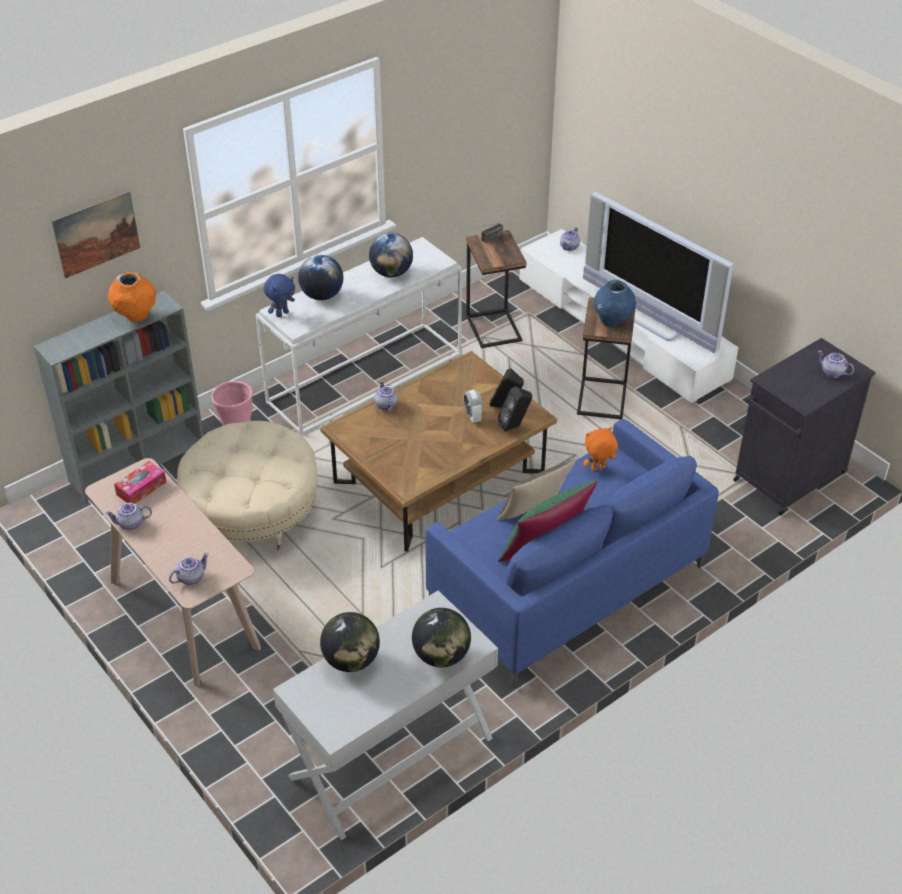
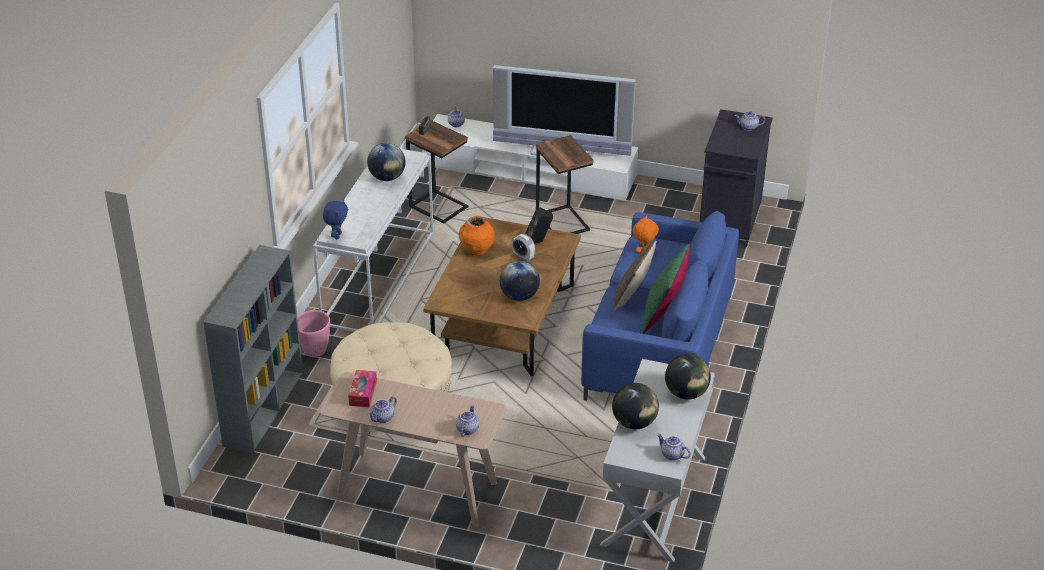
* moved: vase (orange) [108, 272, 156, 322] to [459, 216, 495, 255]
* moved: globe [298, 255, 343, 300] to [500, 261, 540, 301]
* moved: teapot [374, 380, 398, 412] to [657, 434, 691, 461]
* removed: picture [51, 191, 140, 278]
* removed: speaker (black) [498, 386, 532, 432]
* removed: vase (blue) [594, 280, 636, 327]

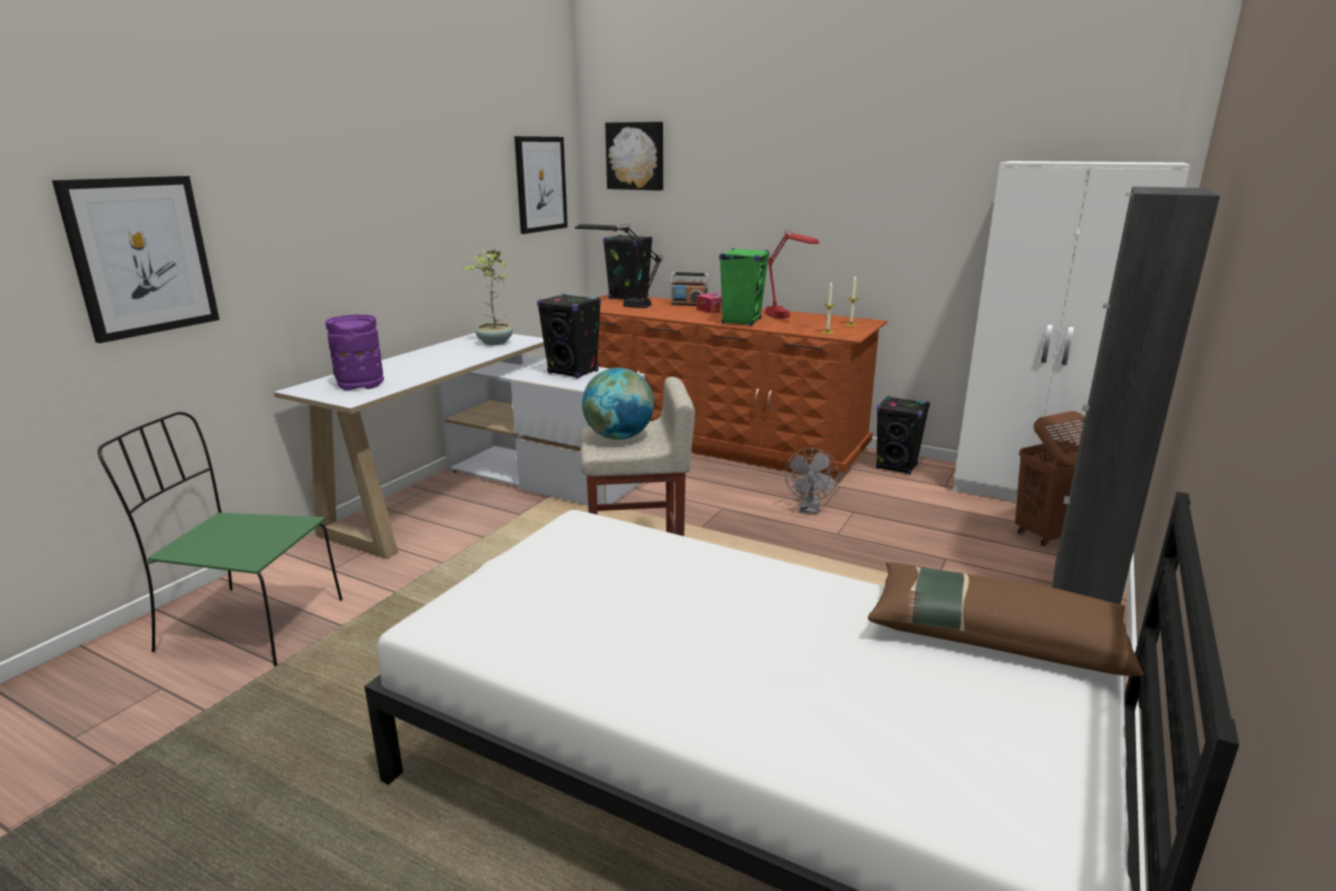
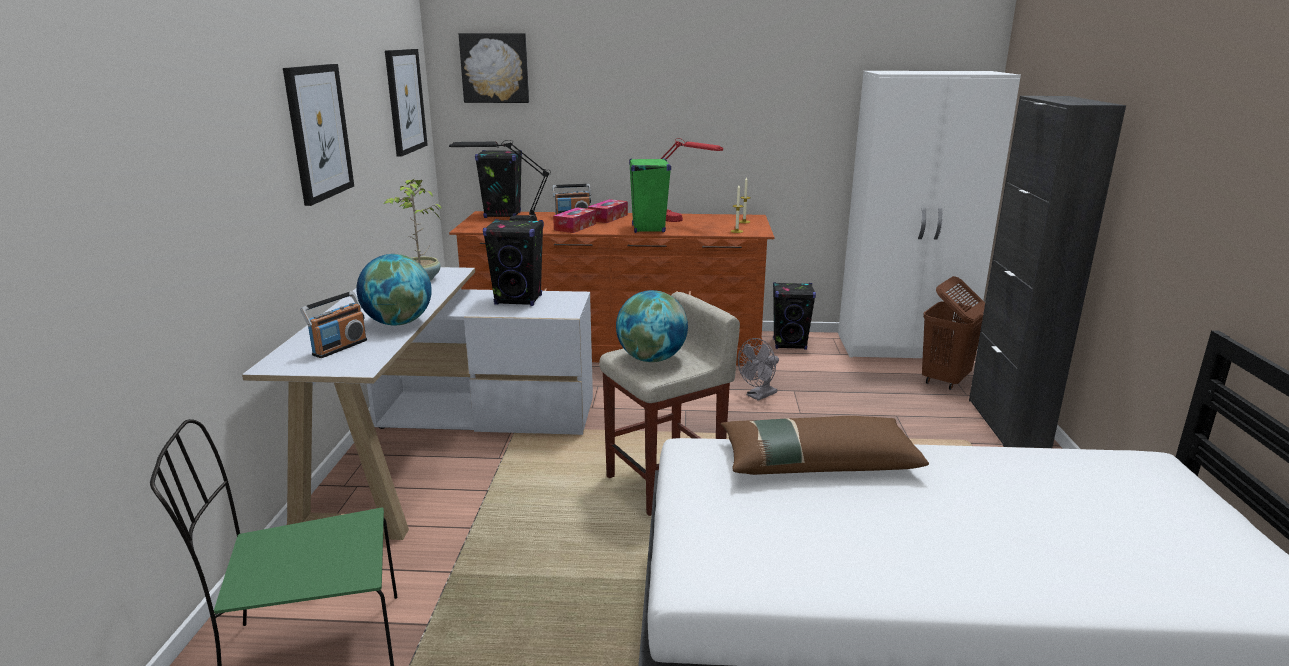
* moved: picture [52, 176, 220, 343] to [283, 64, 354, 206]
* replaced: vase (purple) [325, 314, 384, 391] to radio [300, 291, 367, 358]
* added: globe [356, 254, 432, 325]
* added: tissue box [553, 208, 596, 233]
* moved: pillow (brown) [868, 562, 1143, 676] to [721, 416, 929, 475]
* turned: fan (grey) [785, 448, 839, 514] = [738, 338, 779, 401] 60 degrees clockwise

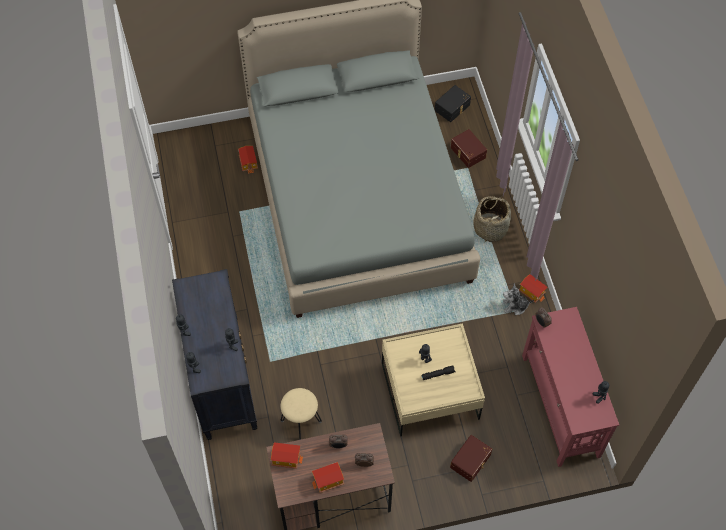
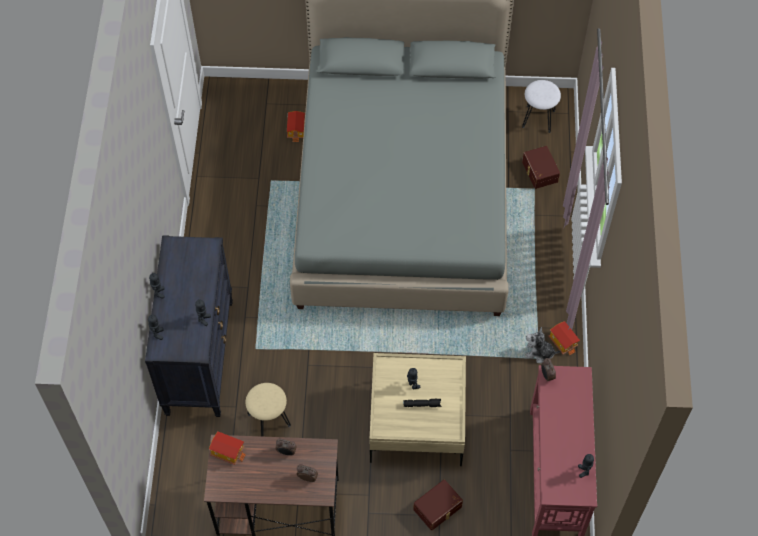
* replaced: storage box (black) [435, 85, 471, 122] to stool (white) [522, 80, 561, 133]
* removed: toy house [312, 462, 344, 493]
* removed: basket [474, 196, 511, 242]

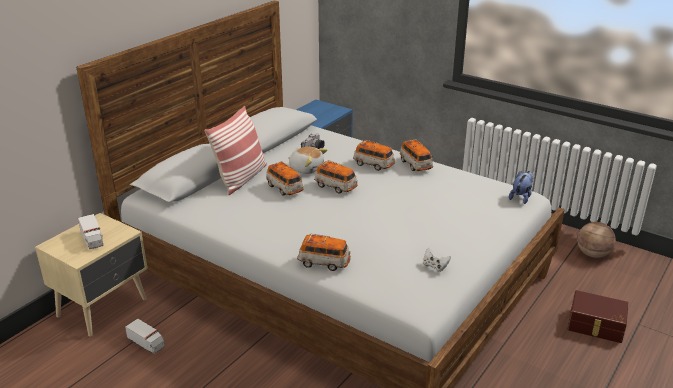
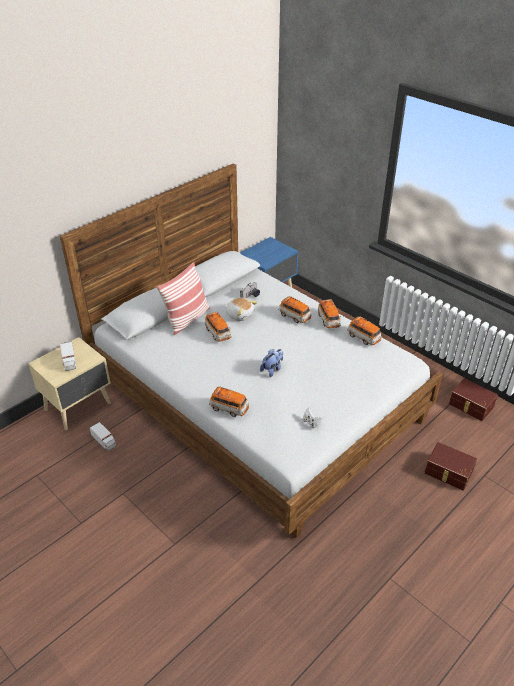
* moved: plush toy [509, 171, 534, 204] to [260, 349, 283, 377]
* moved: toy car [314, 160, 358, 194] to [347, 317, 382, 345]
* replaced: basketball [577, 222, 616, 258] to storage box (brown) [449, 378, 498, 421]

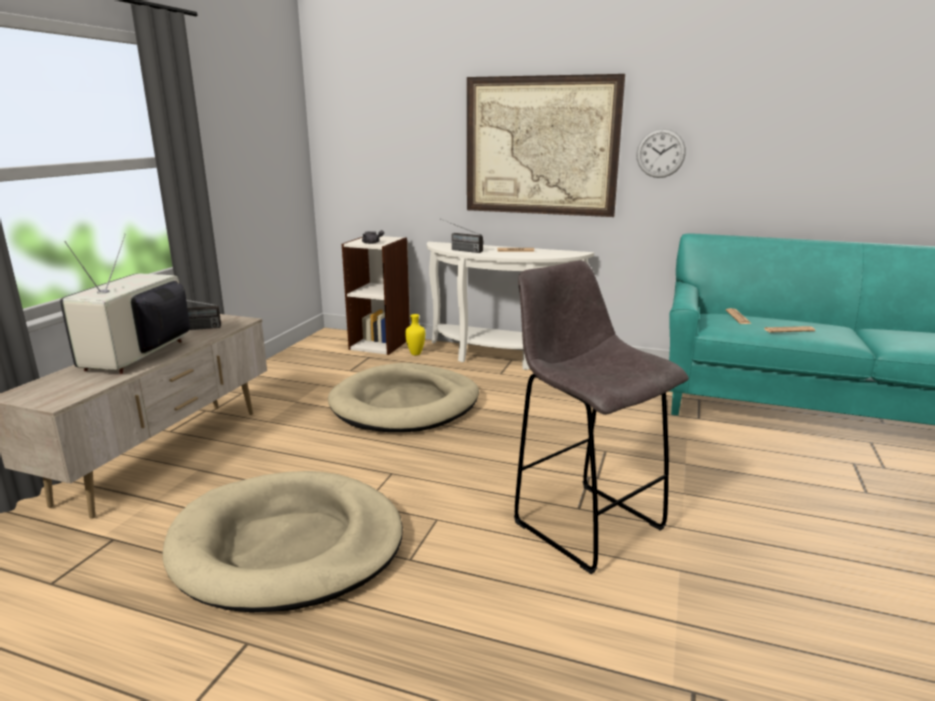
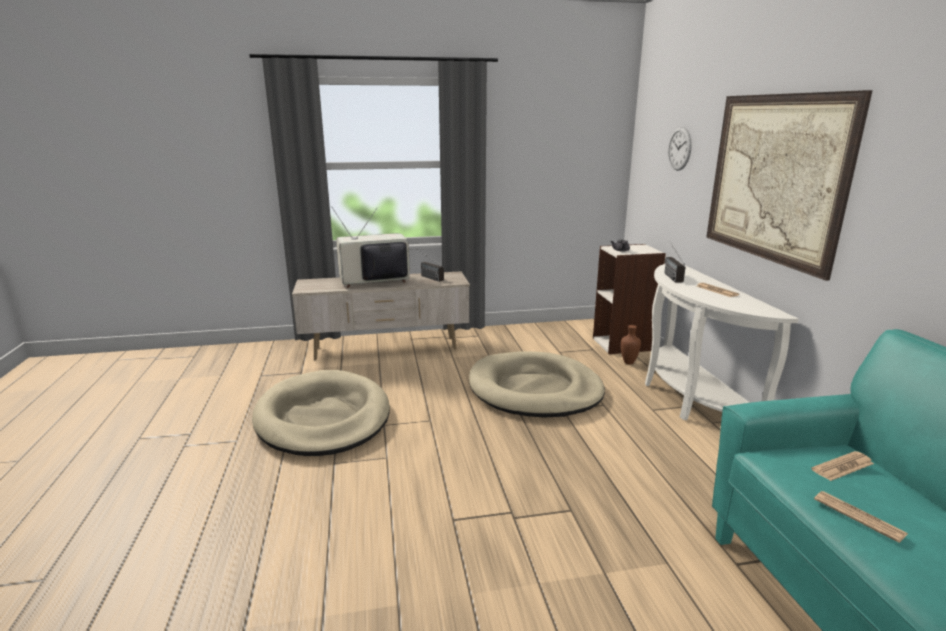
* recoloured: vase (yellow) [405, 314, 425, 355] to vase (brown) [621, 325, 641, 365]
* moved: wall clock [636, 128, 686, 178] to [668, 127, 692, 171]
* removed: stool (grey) [514, 260, 689, 574]

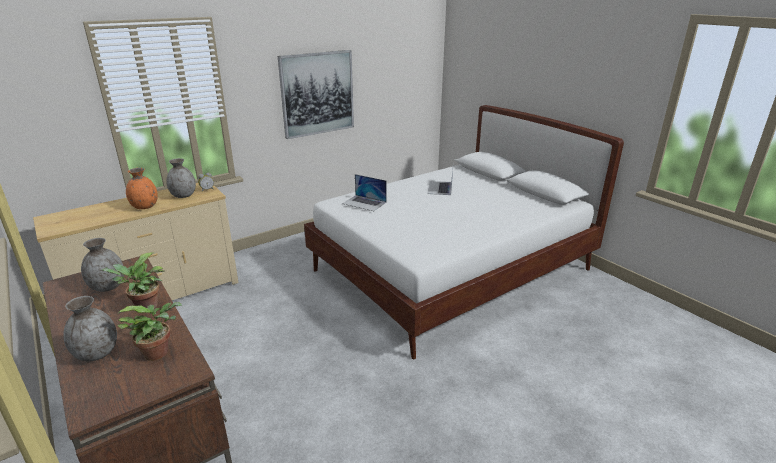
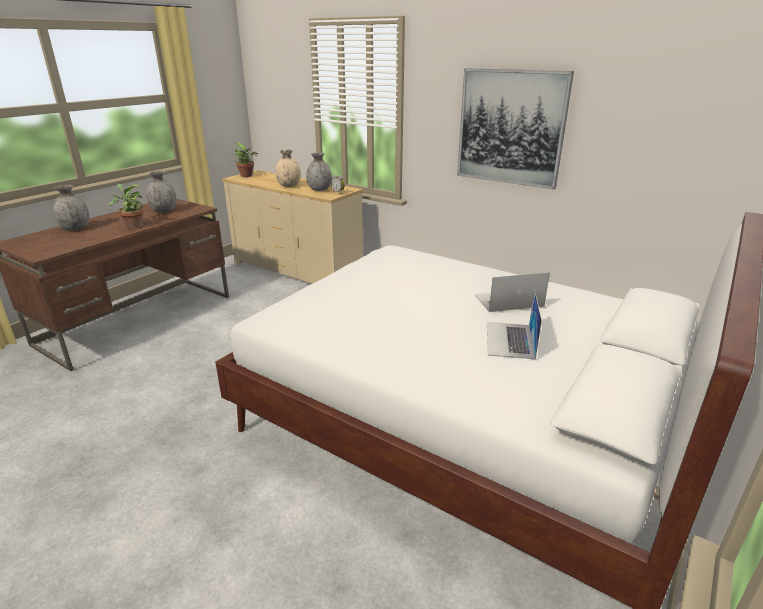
* moved: potted plant [117, 302, 183, 361] to [234, 142, 258, 177]
* recoloured: vase (orange) [126, 168, 158, 209] to vase (beige) [276, 150, 301, 187]
* moved: laptop [342, 174, 387, 211] to [487, 290, 542, 360]

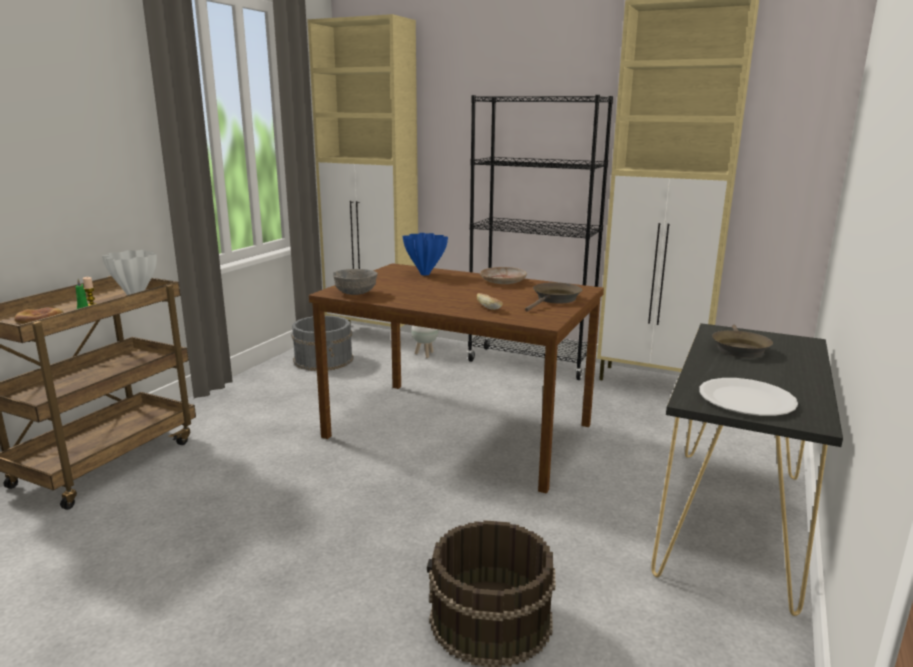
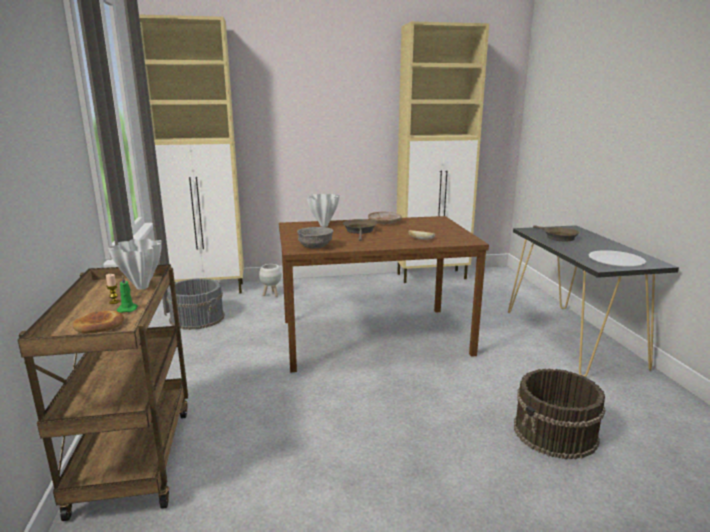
* recoloured: vase (blue) [402, 233, 448, 275] to vase (white) [307, 194, 340, 227]
* moved: frying pan (brown) [525, 282, 582, 311] to [343, 219, 377, 241]
* removed: bookcase (black) [467, 95, 613, 380]

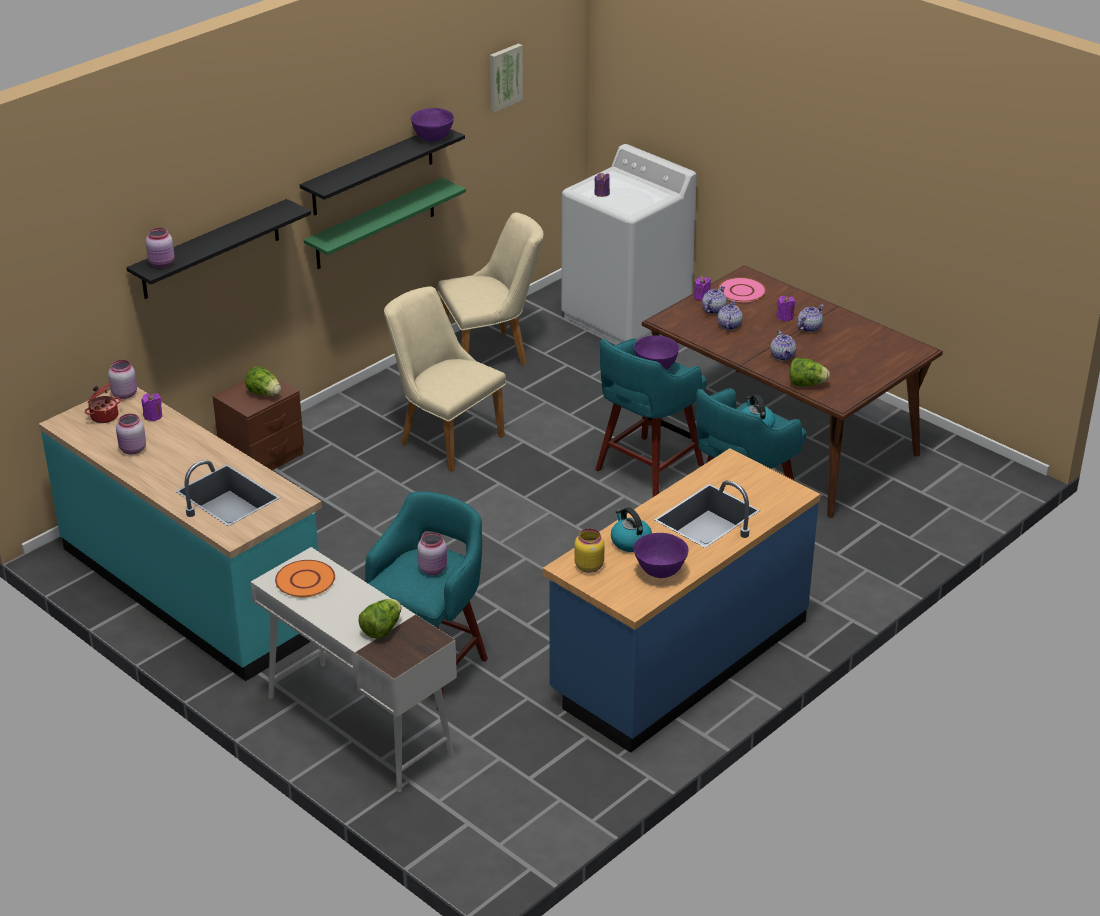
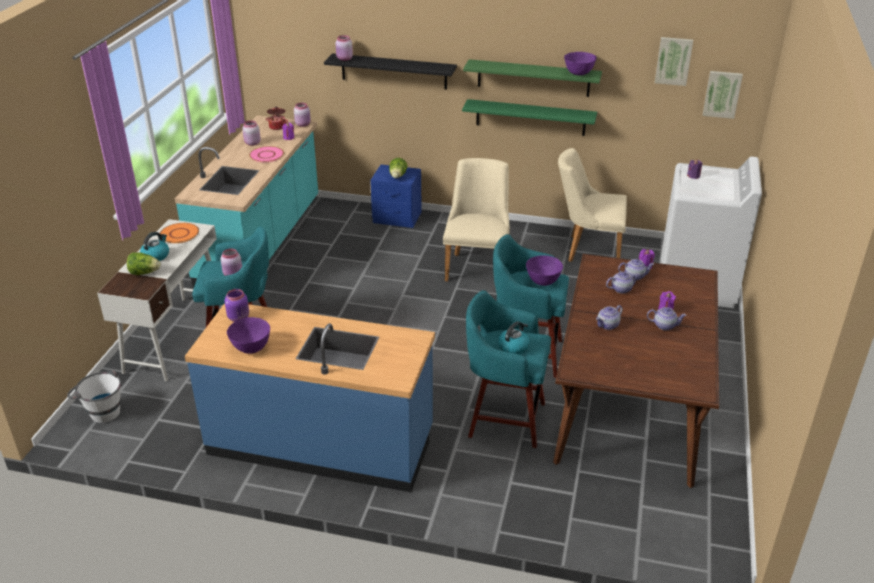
* added: bucket (white) [67, 370, 121, 423]
* moved: kettle [611, 507, 652, 552] to [140, 232, 169, 261]
* recoloured: jar (yellow) [574, 529, 605, 573] to jar (purple) [225, 289, 249, 322]
* moved: plate (pink) [718, 277, 766, 302] to [249, 146, 284, 162]
* recoloured: nightstand (brown) [213, 378, 304, 470] to nightstand (blue) [370, 164, 422, 228]
* recoloured: shelf (black) [300, 129, 465, 216] to shelf (green) [463, 59, 602, 97]
* turned: chair (beige) [438, 212, 544, 366] = [558, 148, 627, 262] 150 degrees clockwise
* added: picture [703, 71, 743, 119]
* removed: lettuce [789, 358, 830, 387]

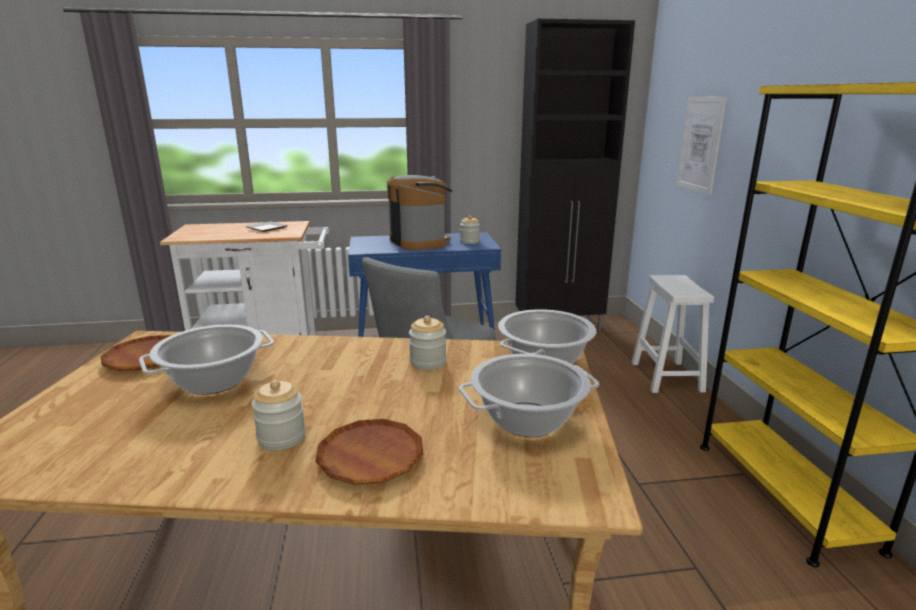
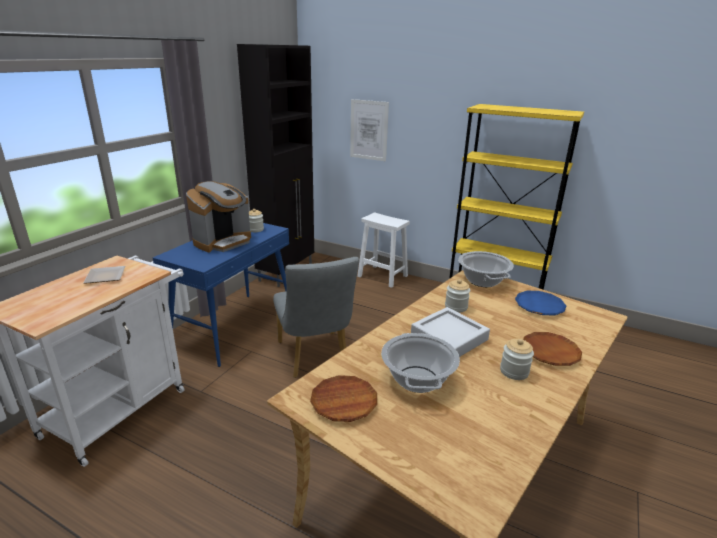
* turned: coffee machine [387, 175, 452, 250] = [186, 181, 251, 253] 120 degrees clockwise
* added: tray (grey) [411, 307, 490, 357]
* replaced: cooking pot [459, 354, 599, 437] to plate (blue) [515, 291, 566, 316]

